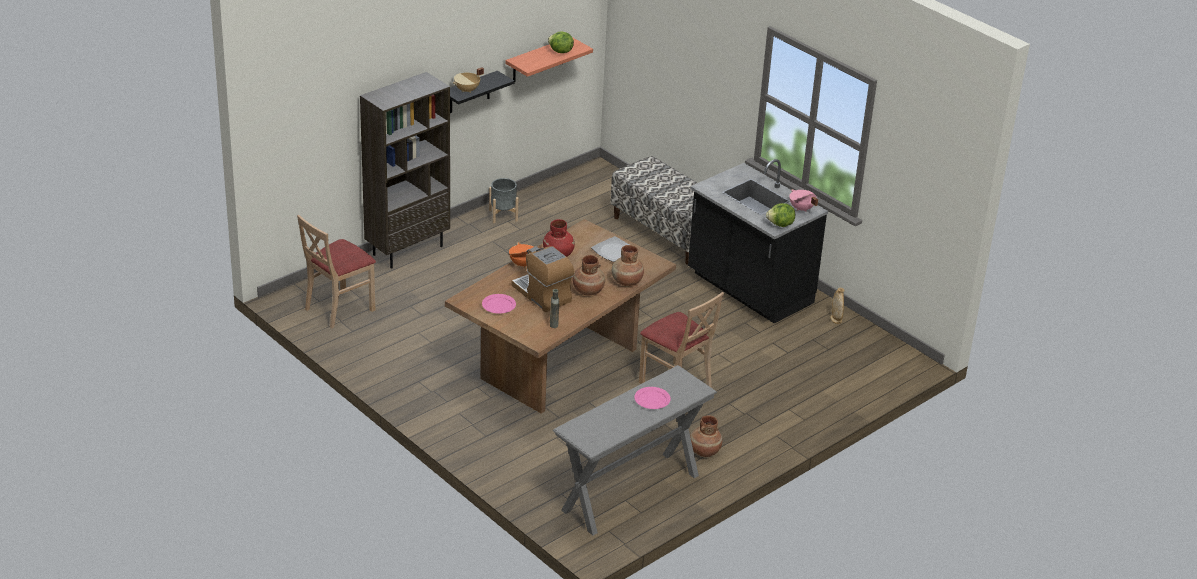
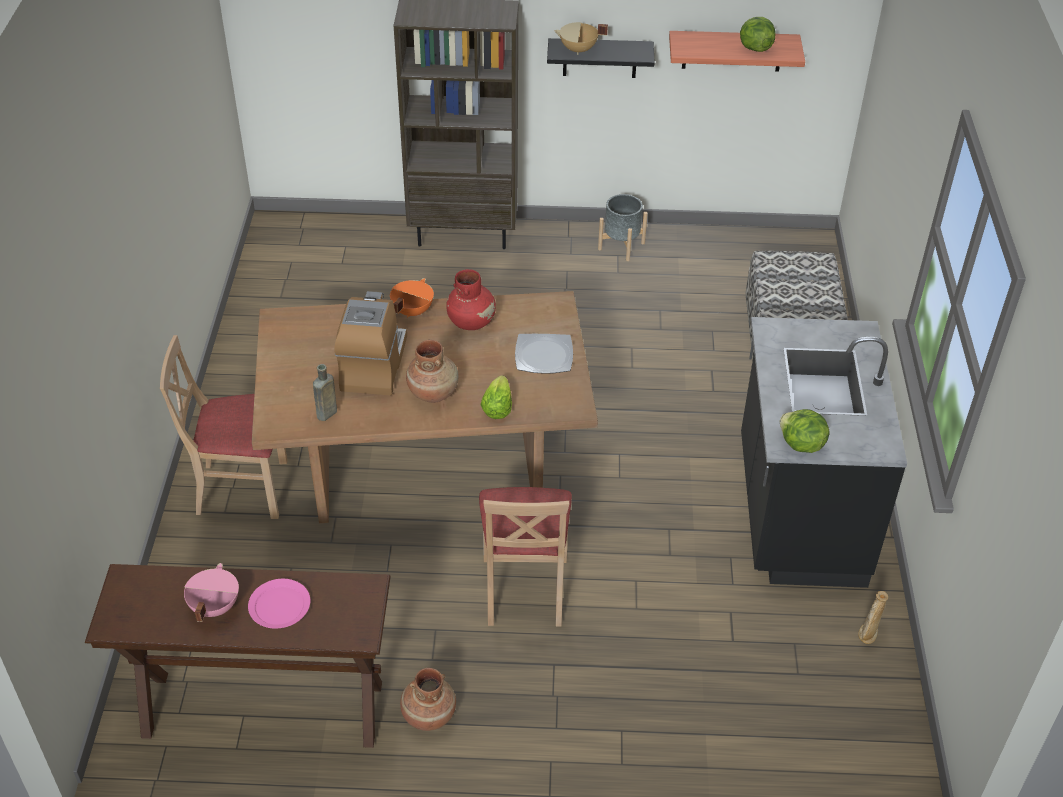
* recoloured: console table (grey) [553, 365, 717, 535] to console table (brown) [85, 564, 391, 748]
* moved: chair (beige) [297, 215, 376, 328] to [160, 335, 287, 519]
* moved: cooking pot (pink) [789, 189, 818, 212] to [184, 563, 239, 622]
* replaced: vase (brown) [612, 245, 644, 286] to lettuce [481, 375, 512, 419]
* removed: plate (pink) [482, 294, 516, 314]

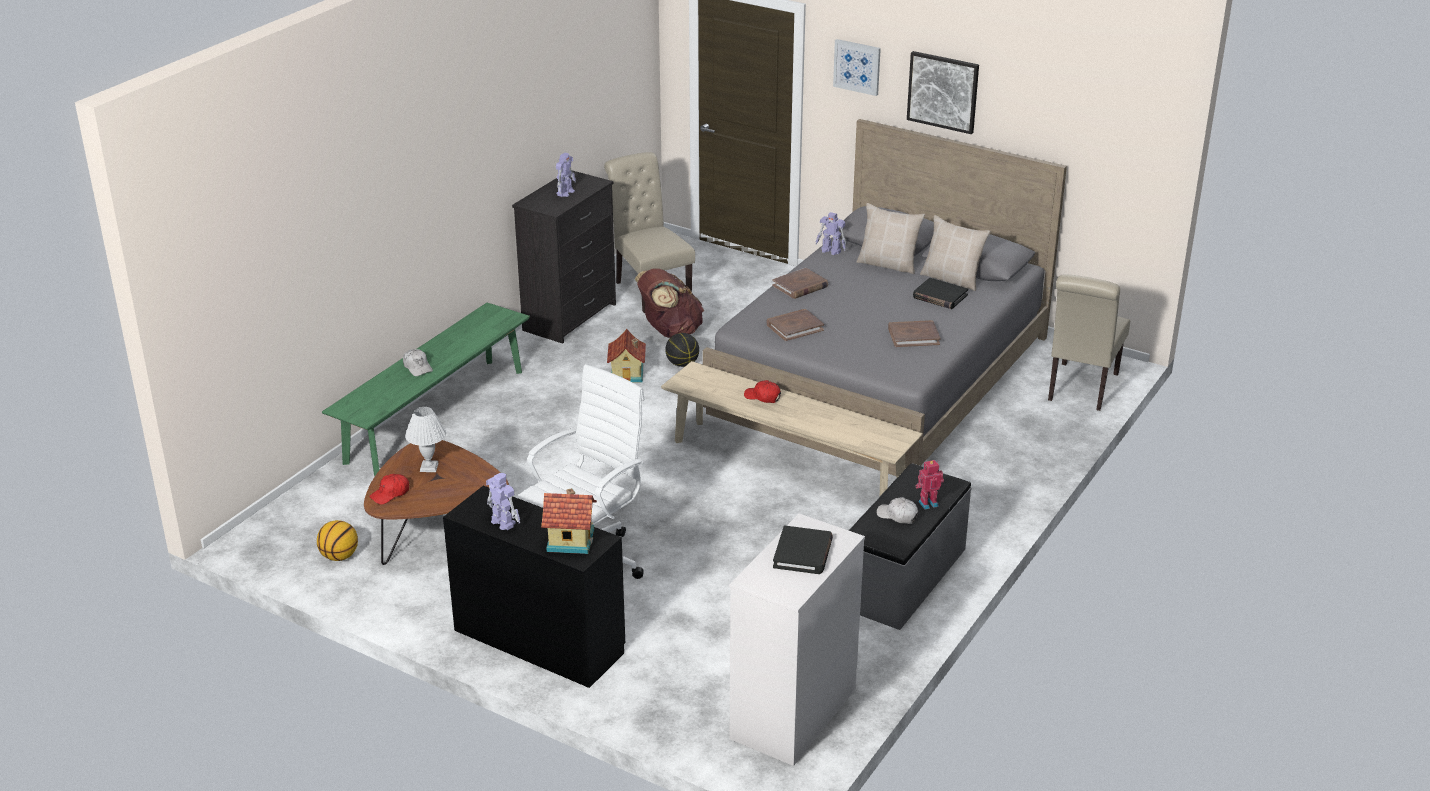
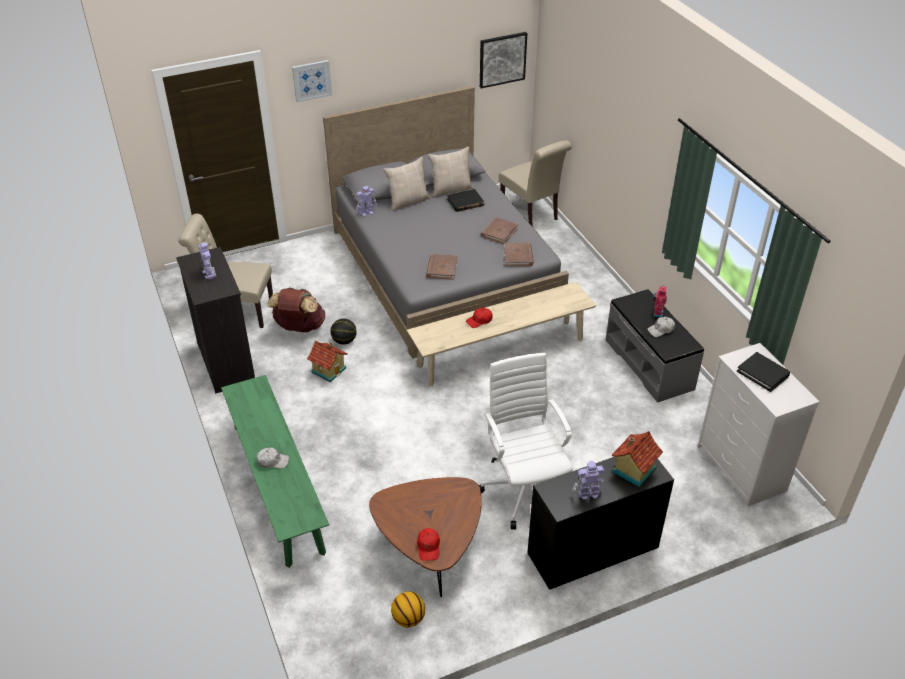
* moved: picture [907, 51, 979, 134] to [480, 32, 527, 88]
* moved: book (brown) [772, 268, 828, 299] to [504, 242, 534, 267]
* removed: table lamp (white) [405, 407, 446, 472]

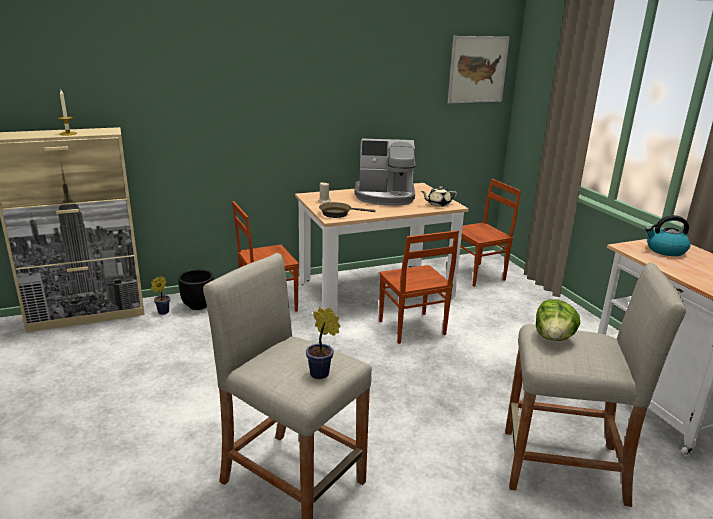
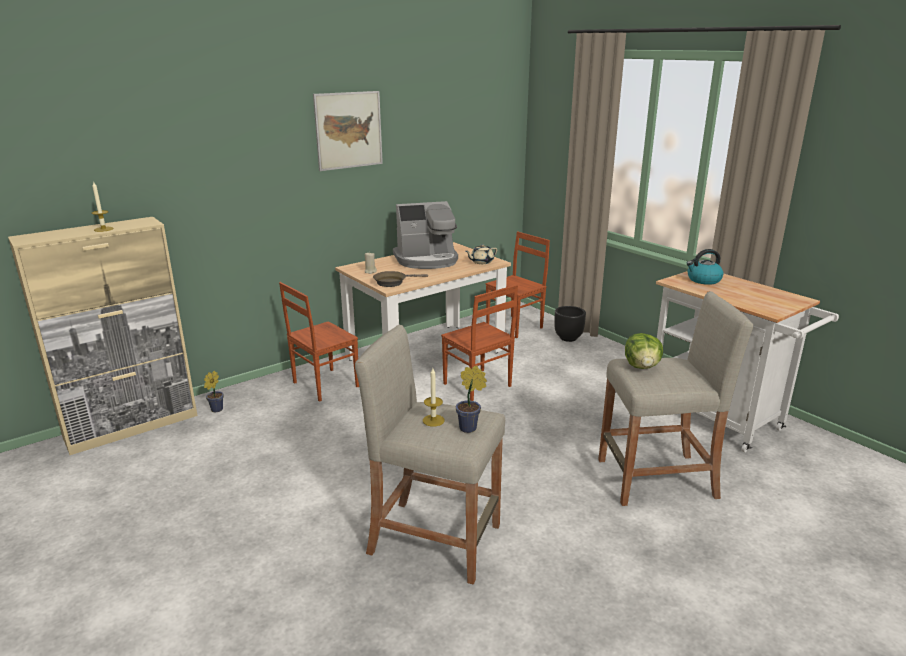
* moved: picture [448, 36, 510, 103] to [313, 91, 383, 171]
* added: candle [423, 368, 444, 426]
* moved: planter (black) [178, 269, 214, 310] to [555, 306, 586, 342]

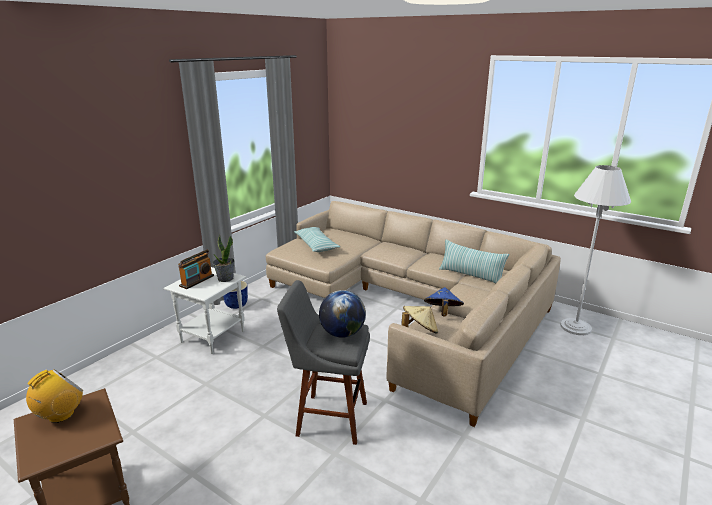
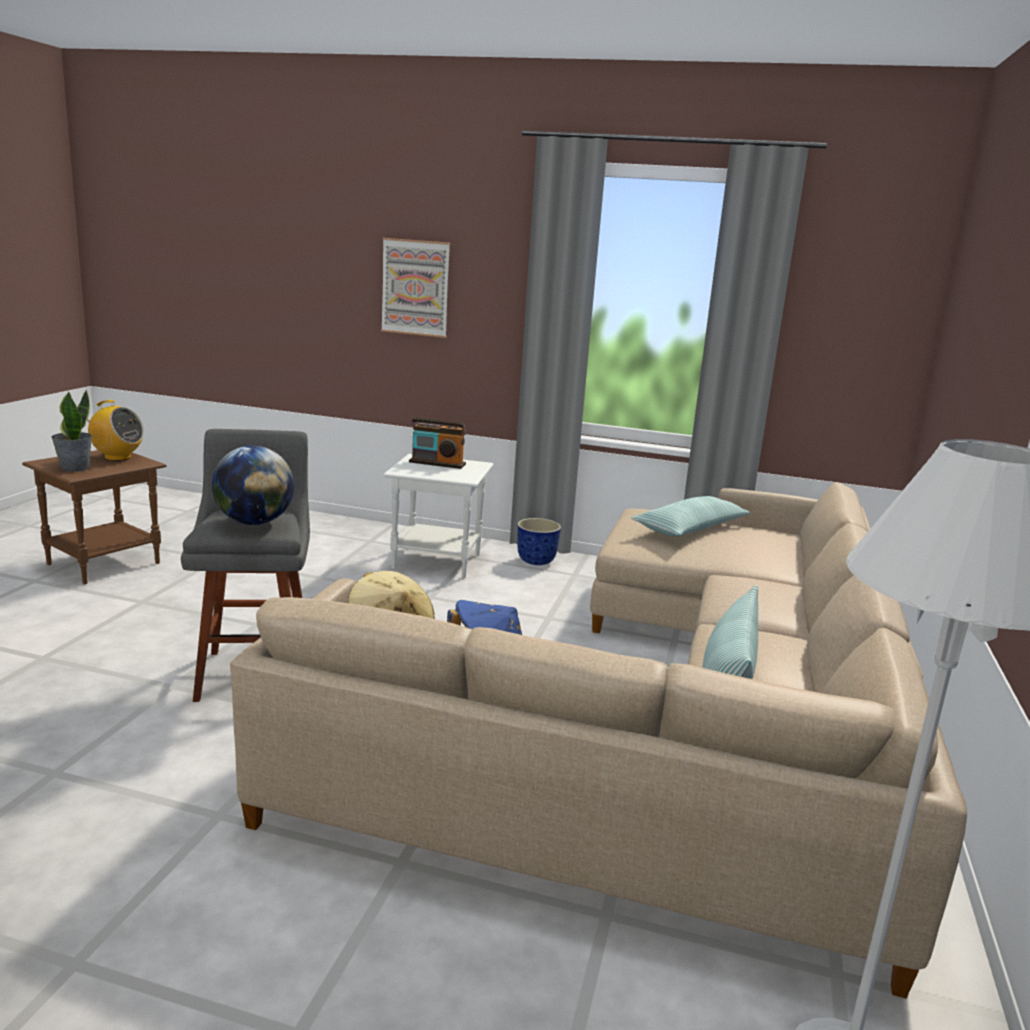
* moved: potted plant [213, 234, 234, 282] to [51, 390, 92, 472]
* added: picture [381, 238, 450, 338]

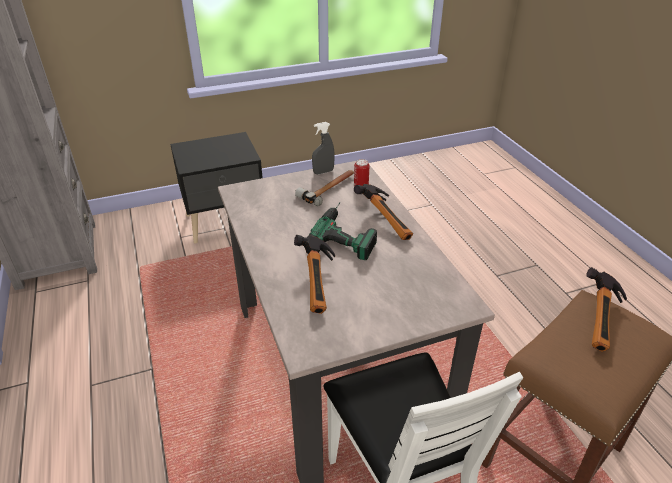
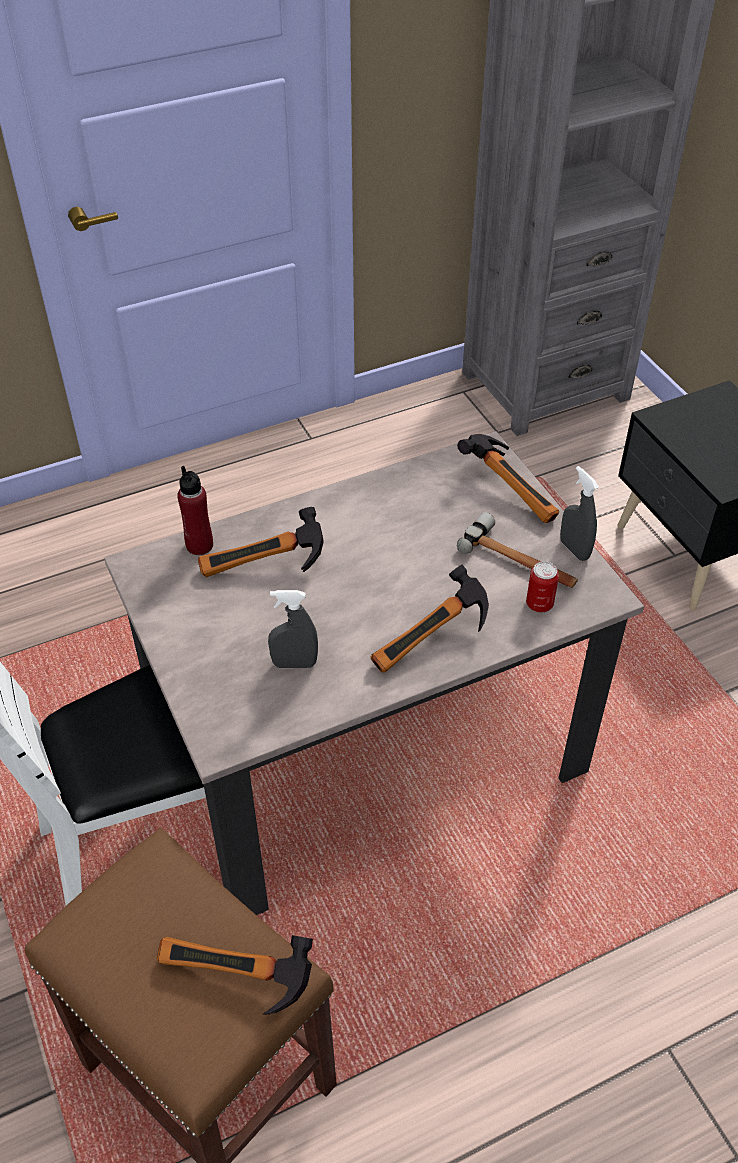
* added: bottle (red) [177, 466, 213, 555]
* added: spray bottle (grey) [268, 590, 318, 668]
* added: hammer [457, 434, 559, 523]
* removed: power drill [308, 203, 377, 260]

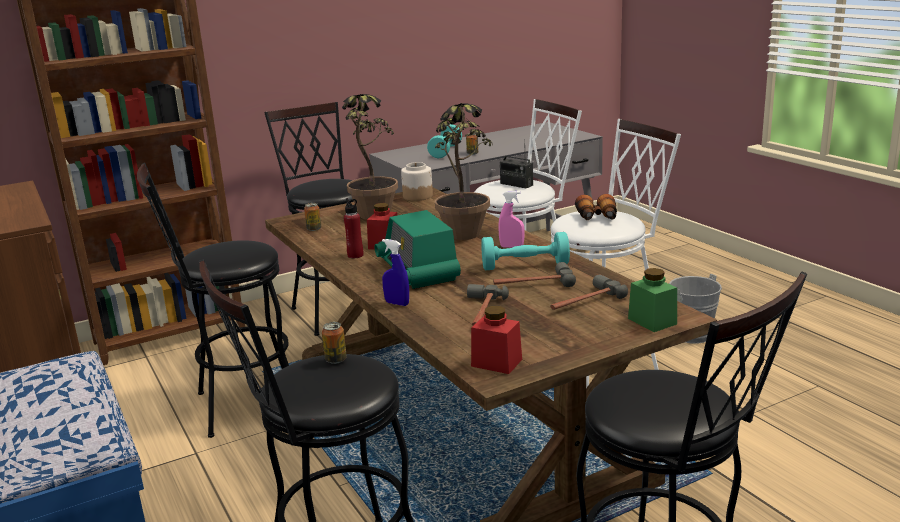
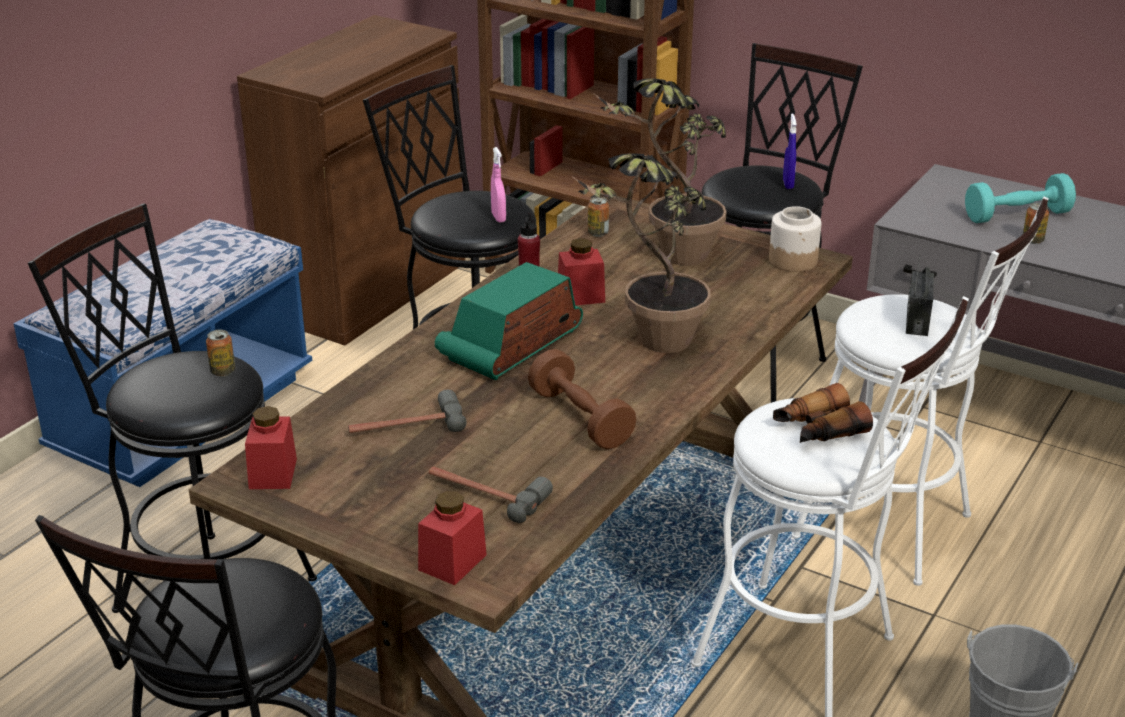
* recoloured: jar (green) [628, 268, 677, 332] to jar (red) [418, 491, 487, 585]
* moved: spray bottle (pink) [499, 191, 524, 248] to [491, 147, 506, 222]
* recoloured: dumbbell (turquoise) [481, 232, 570, 270] to dumbbell (brown) [528, 349, 636, 449]
* moved: spray bottle (blue) [382, 239, 409, 306] to [783, 113, 797, 189]
* removed: hammer [493, 262, 576, 287]

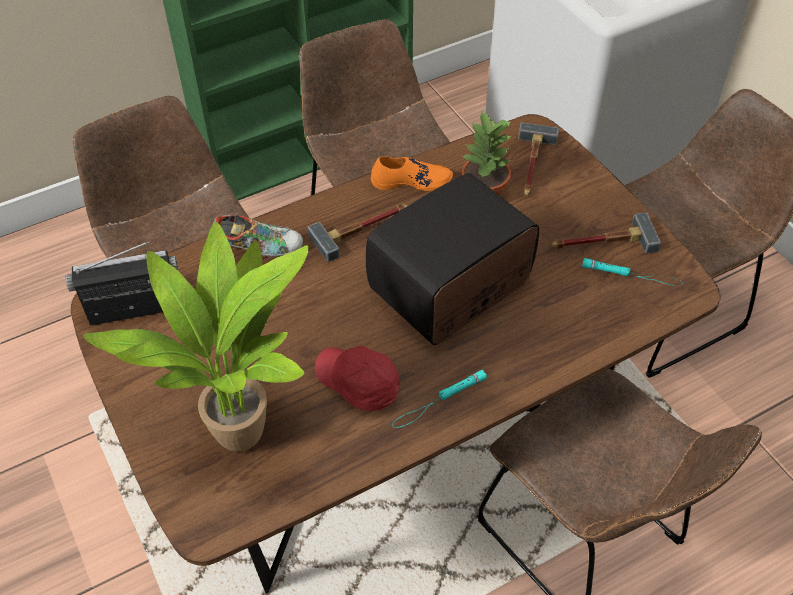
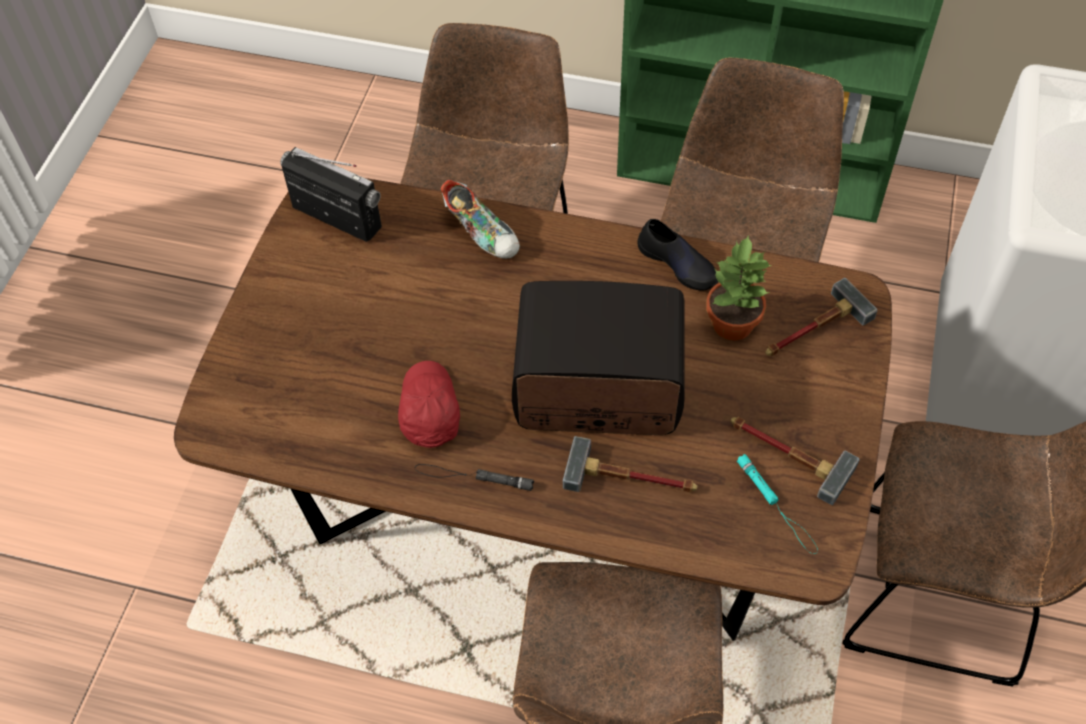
* recoloured: flashlight (turquoise) [392, 370, 487, 428] to flashlight (black) [415, 464, 534, 491]
* moved: hammer [308, 204, 407, 262] to [563, 436, 697, 492]
* recoloured: shoe (orange) [371, 156, 453, 191] to shoe (black) [637, 219, 719, 291]
* removed: potted plant [83, 222, 309, 452]

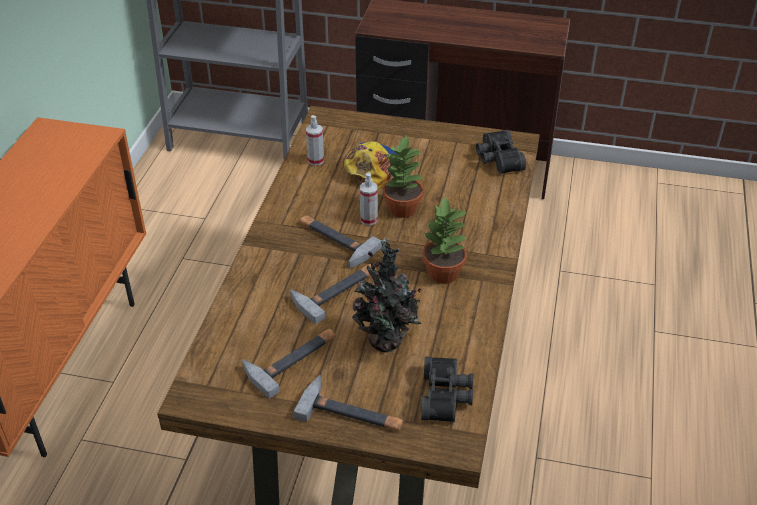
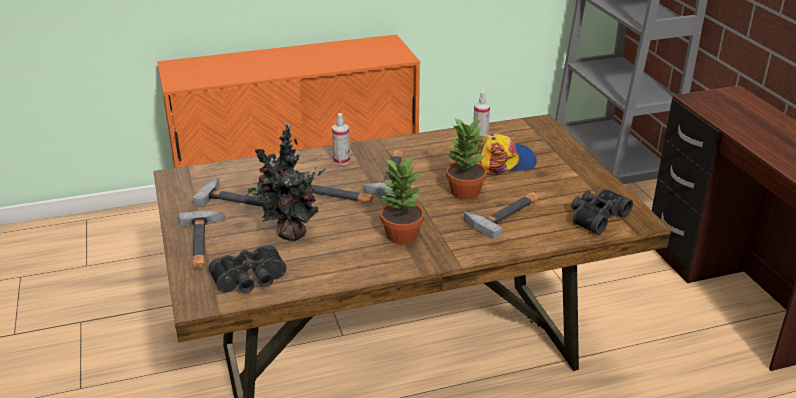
* moved: spray bottle [360, 173, 378, 225] to [332, 113, 350, 165]
* added: hammer [464, 192, 539, 239]

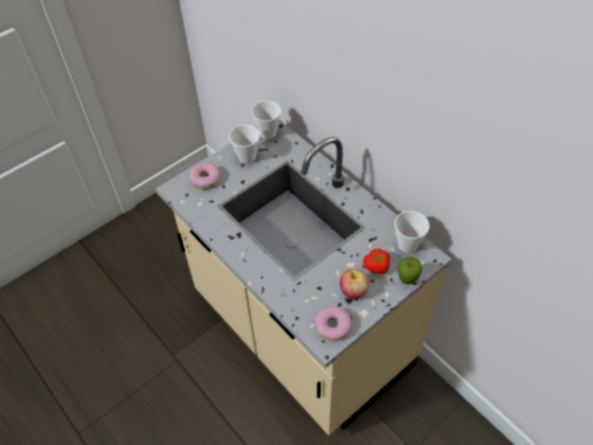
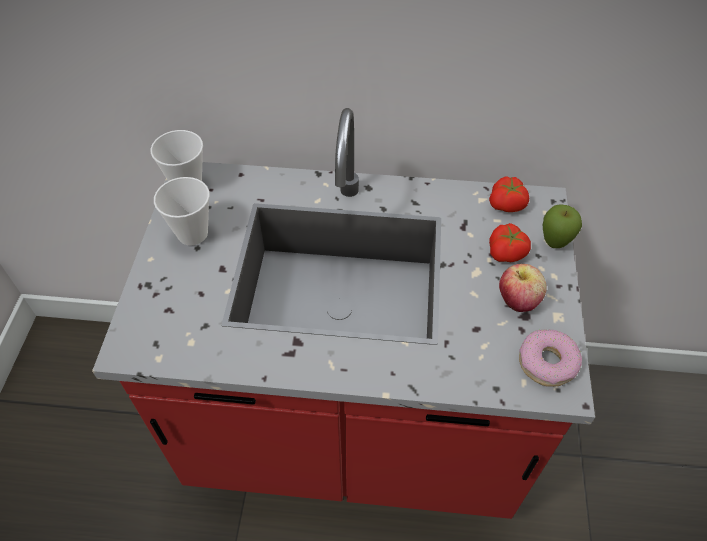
* recoloured: counter (beige) [156, 120, 452, 436] to counter (red) [92, 108, 595, 519]
* replaced: cup [395, 211, 430, 253] to tomato [489, 176, 529, 212]
* removed: donut [190, 162, 220, 189]

